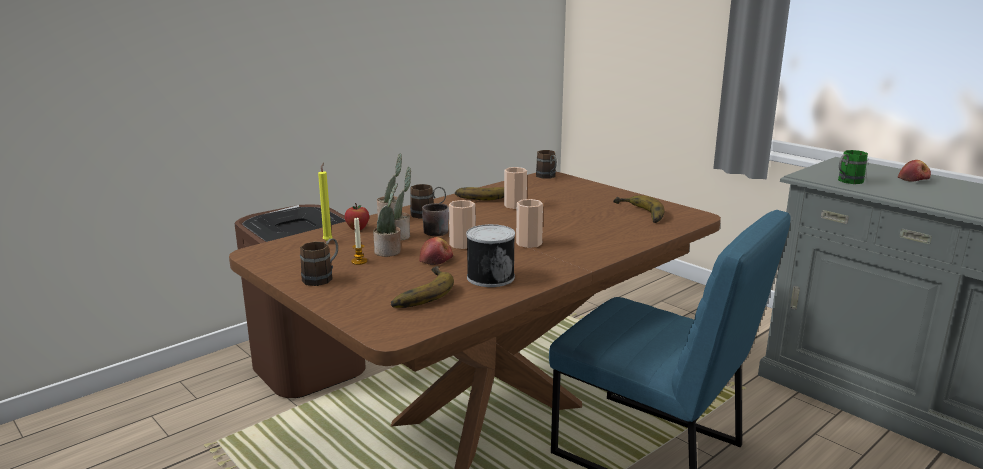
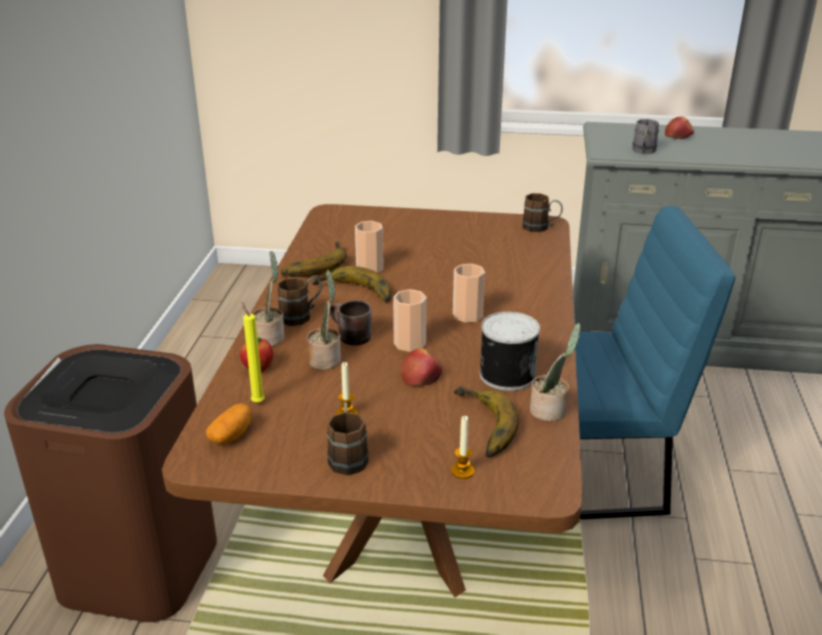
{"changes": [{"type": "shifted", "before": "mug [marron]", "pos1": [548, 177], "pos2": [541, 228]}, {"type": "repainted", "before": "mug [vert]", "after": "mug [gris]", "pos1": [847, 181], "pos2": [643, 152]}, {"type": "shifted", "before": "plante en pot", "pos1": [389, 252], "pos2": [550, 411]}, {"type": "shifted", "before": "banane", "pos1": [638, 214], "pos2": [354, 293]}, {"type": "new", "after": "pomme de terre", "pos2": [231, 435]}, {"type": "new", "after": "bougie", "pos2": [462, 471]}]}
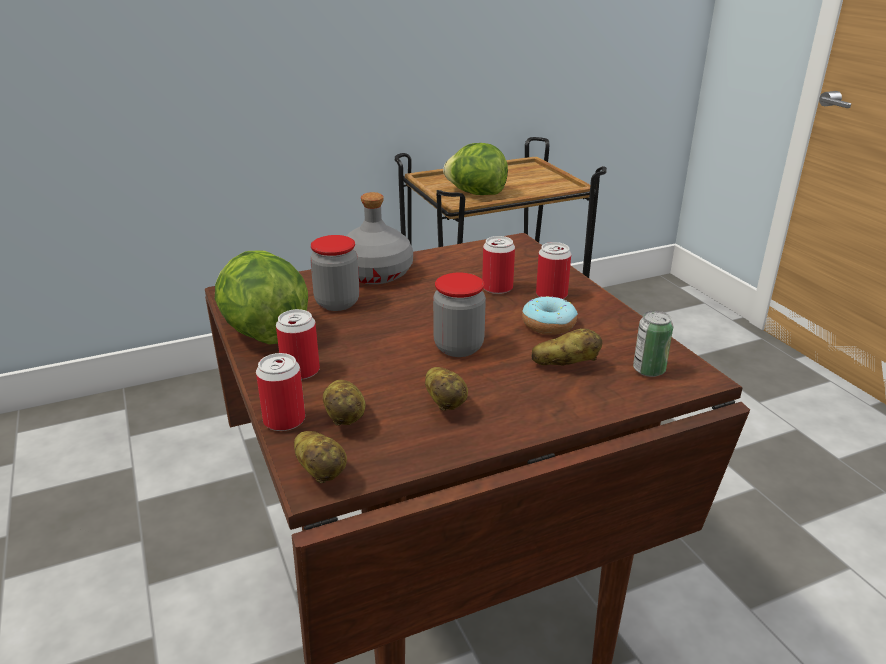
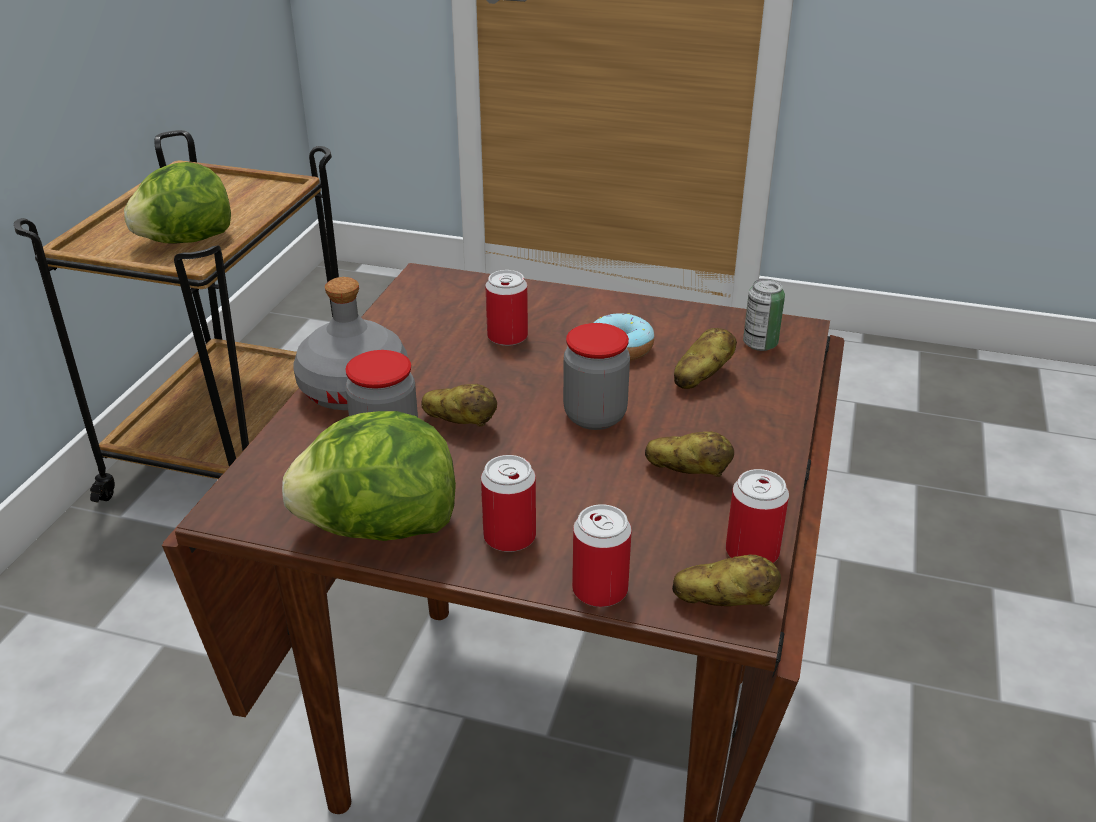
{"changes": [{"type": "shifted", "before": "boîte métallique", "pos1": [551, 295], "pos2": [752, 552]}, {"type": "shifted", "before": "pomme de terre", "pos1": [346, 417], "pos2": [461, 423]}]}
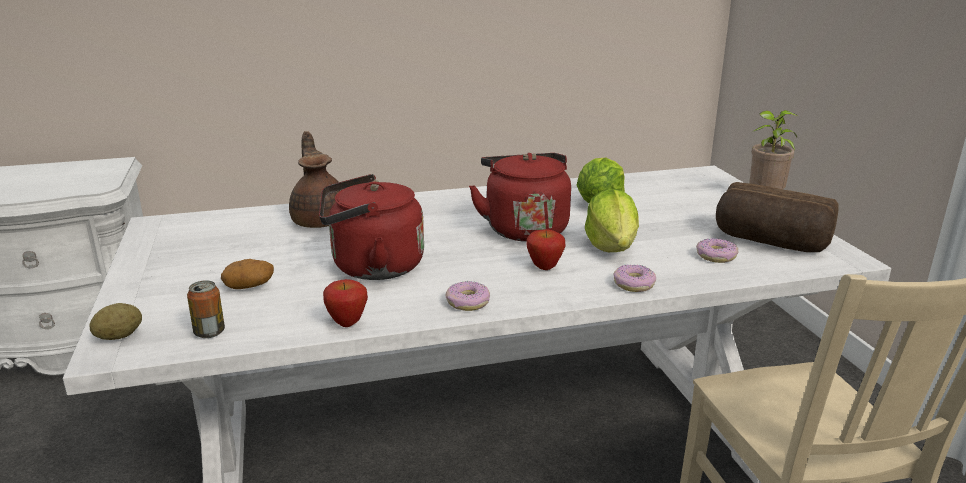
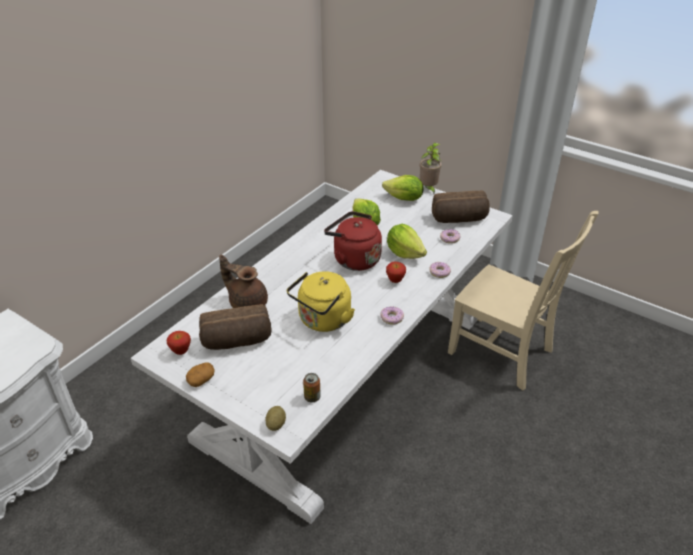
{"changes": [{"type": "repainted", "before": "bouilloire [rouge]", "after": "bouilloire [jaune]", "pos1": [371, 267], "pos2": [322, 321]}, {"type": "shifted", "before": "pomme de terre", "pos1": [250, 286], "pos2": [201, 379]}, {"type": "shifted", "before": "pomme", "pos1": [347, 323], "pos2": [181, 352]}, {"type": "new", "after": "laitue", "pos2": [404, 199]}, {"type": "new", "after": "pain", "pos2": [237, 341]}]}
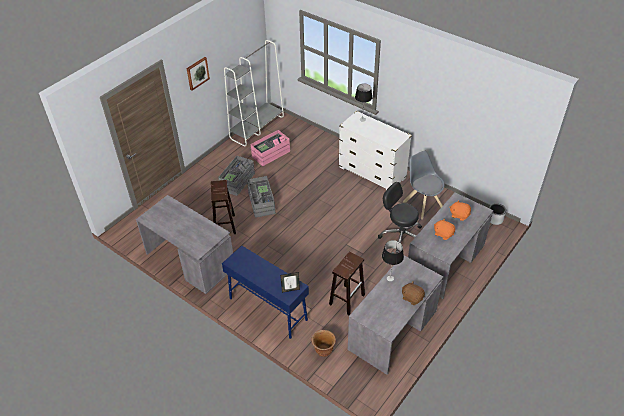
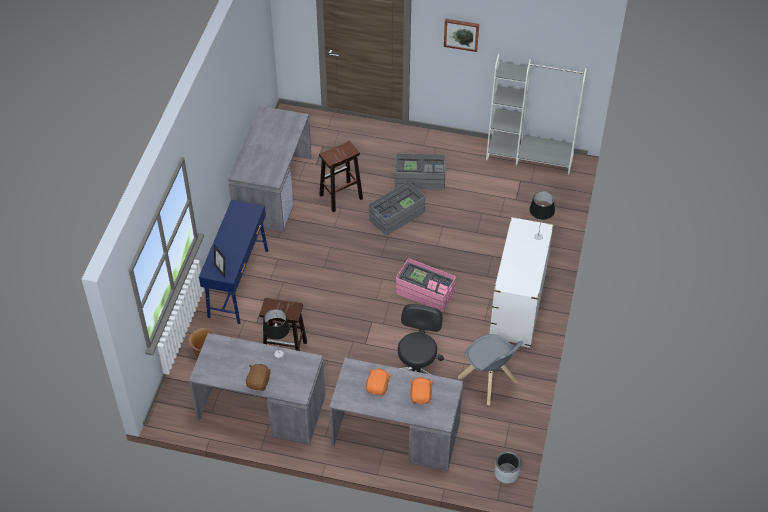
{"changes": [{"type": "shifted", "before": "boîte de rangement [rose]", "pos1": [270, 153], "pos2": [425, 291]}, {"type": "rotated", "before": "chaise [gris]", "pos1": [422, 204], "pos2": [489, 381], "turn": 105}]}
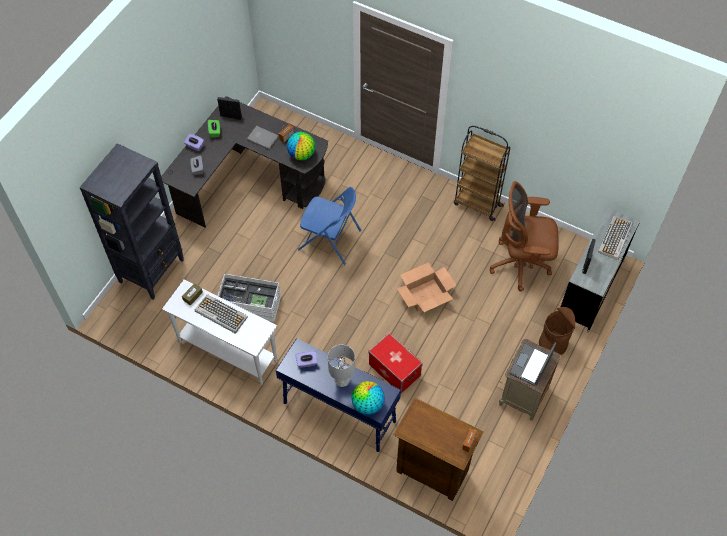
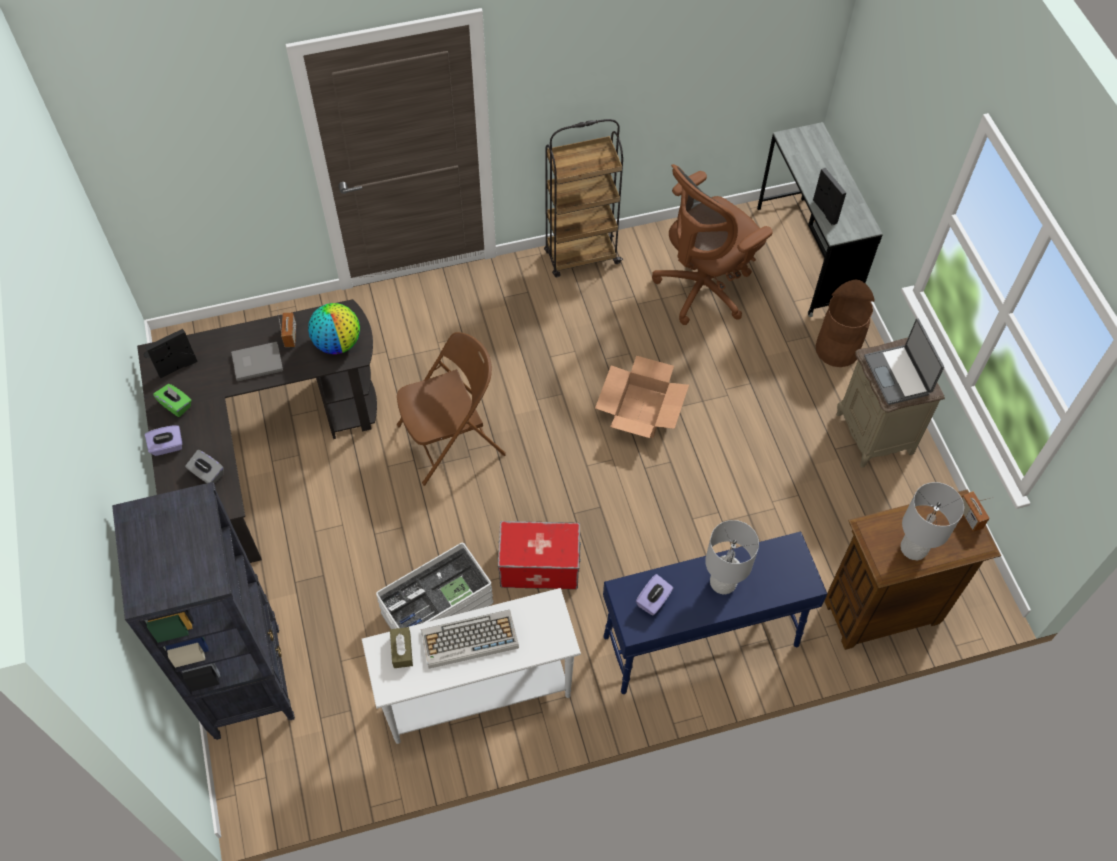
{"changes": [{"type": "repainted", "before": "chaise [bleu]", "after": "chaise [marron]", "pos1": [329, 240], "pos2": [451, 440]}, {"type": "gone", "before": "clavier", "pos1": [615, 238]}, {"type": "shifted", "before": "boîte de rangement", "pos1": [394, 370], "pos2": [539, 567]}, {"type": "gone", "before": "globe", "pos1": [367, 404]}, {"type": "new", "after": "lampe de table [gris]", "pos2": [913, 549]}]}
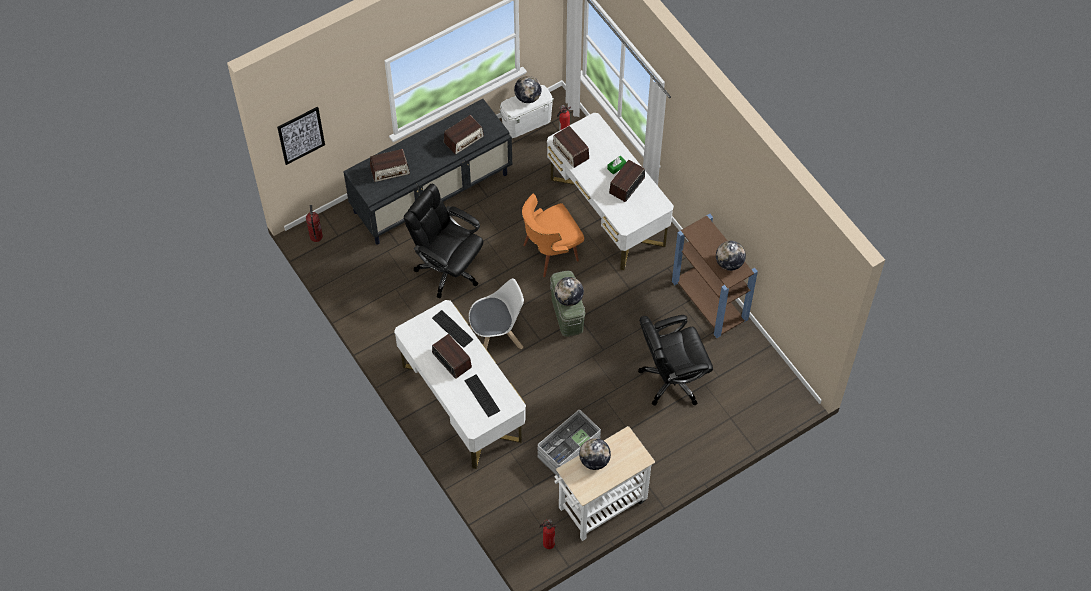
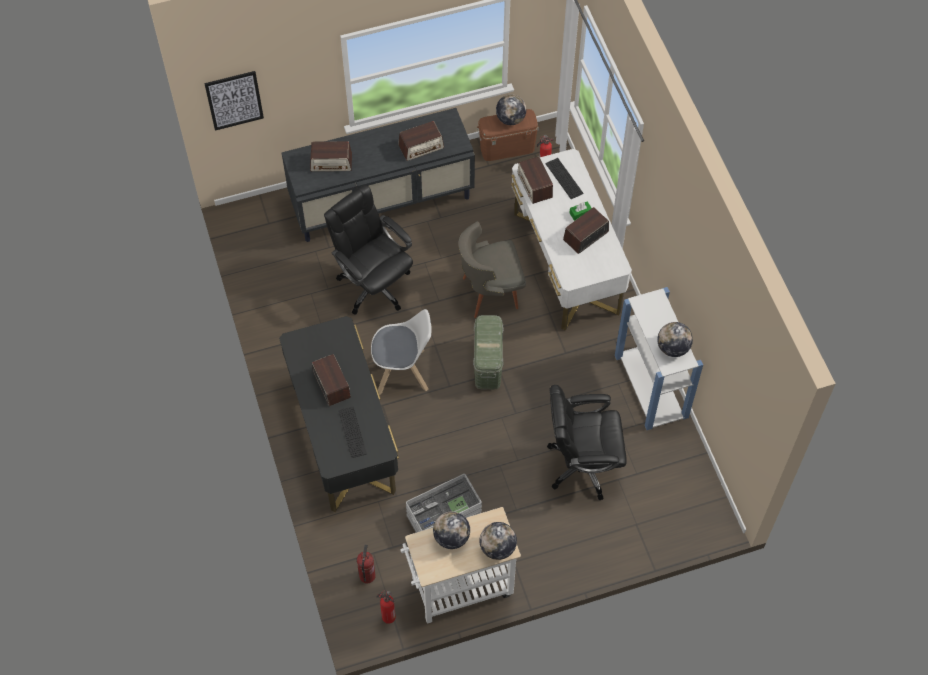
{"changes": [{"type": "repainted", "before": "boîte de rangement [blanc]", "after": "boîte de rangement [marron]", "pos1": [526, 122], "pos2": [507, 148]}, {"type": "repainted", "before": "chaise [orange]", "after": "chaise [gris]", "pos1": [551, 253], "pos2": [490, 293]}, {"type": "shifted", "before": "extincteur", "pos1": [315, 236], "pos2": [367, 575]}, {"type": "repainted", "before": "bibliothèque [marron]", "after": "bibliothèque [blanc]", "pos1": [709, 301], "pos2": [651, 387]}, {"type": "shifted", "before": "globe", "pos1": [568, 298], "pos2": [497, 548]}, {"type": "repainted", "before": "bureau [blanc]", "after": "bureau [noir]", "pos1": [462, 402], "pos2": [343, 434]}, {"type": "shifted", "before": "clavier", "pos1": [452, 328], "pos2": [564, 178]}]}
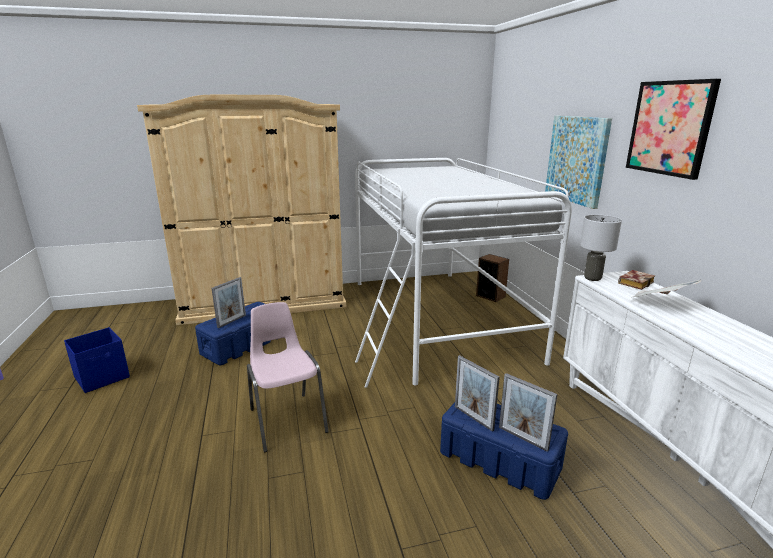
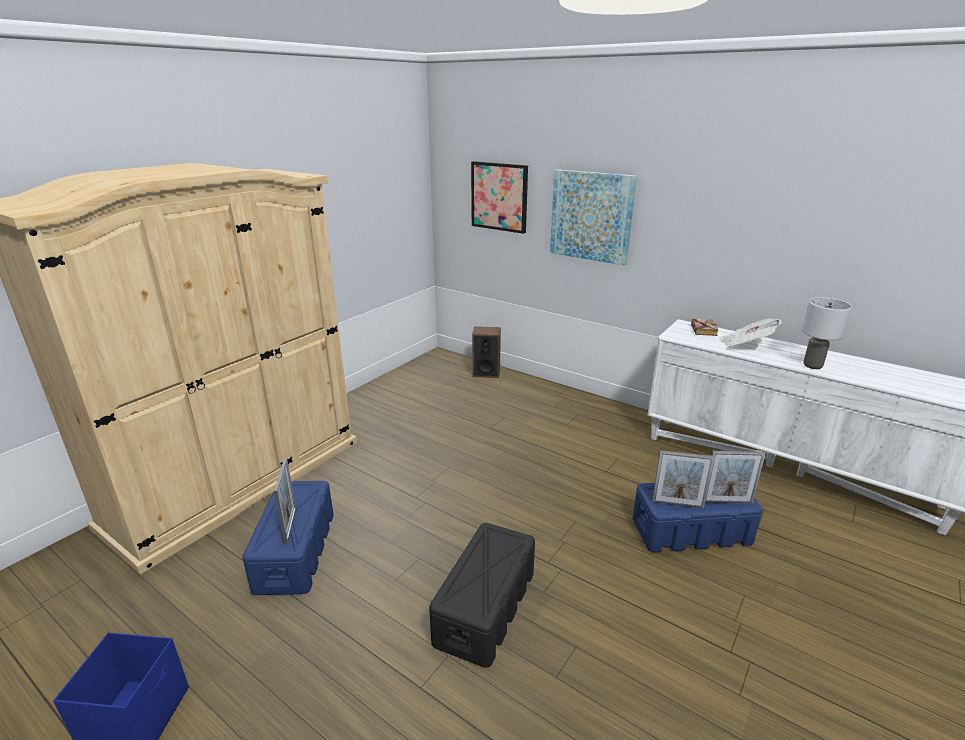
{"changes": [{"type": "shifted", "before": "tableau", "pos1": [670, 128], "pos2": [499, 196]}, {"type": "gone", "before": "lit [blanc]", "pos1": [435, 319]}, {"type": "shifted", "before": "lampe de table [blanc]", "pos1": [593, 279], "pos2": [813, 366]}, {"type": "swapped", "before": "chaise [rose]", "after": "boîte de rangement [noir]", "pos1": [287, 420], "pos2": [486, 607]}]}
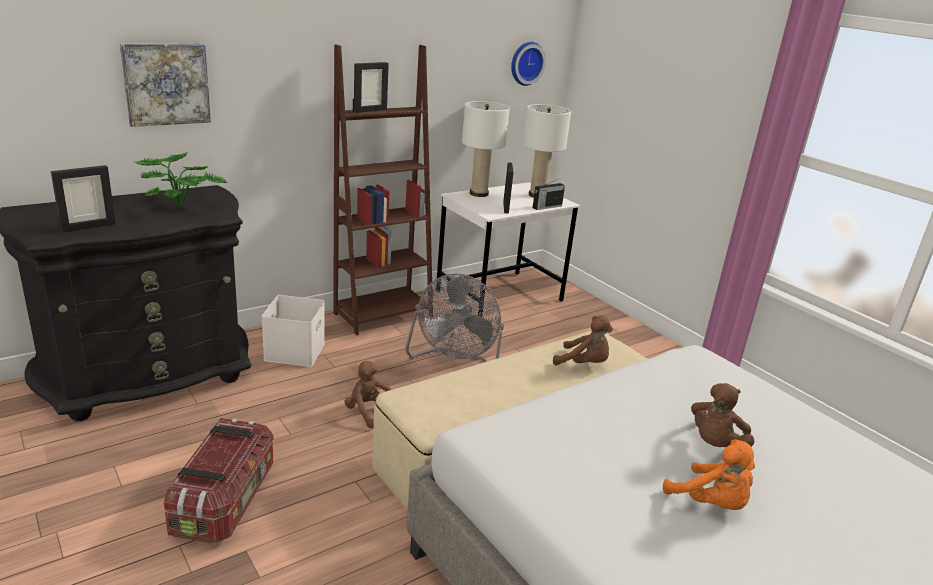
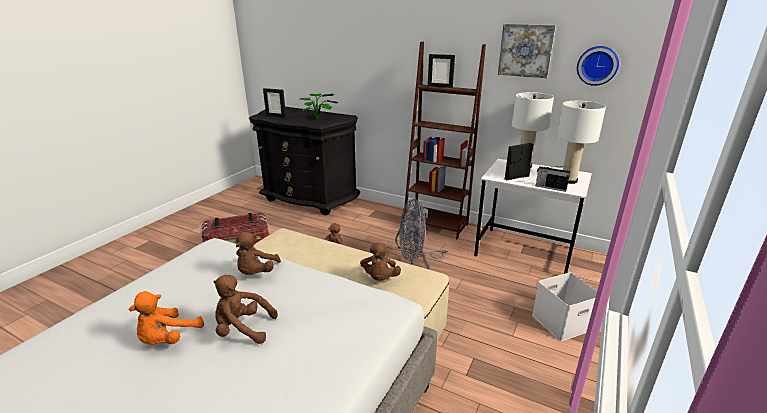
{"changes": [{"type": "shifted", "before": "tableau", "pos1": [166, 84], "pos2": [525, 50]}, {"type": "shifted", "before": "boîte de rangement [blanc]", "pos1": [294, 350], "pos2": [561, 321]}, {"type": "new", "after": "peluche [marron]", "pos2": [256, 273]}]}
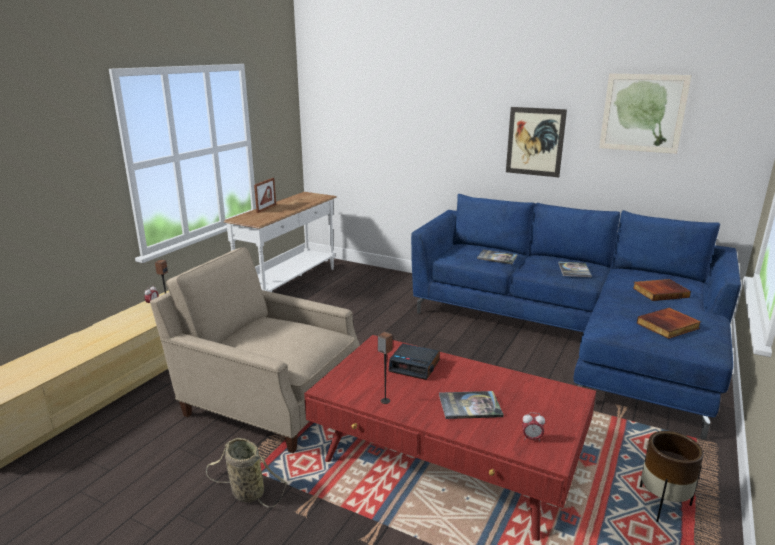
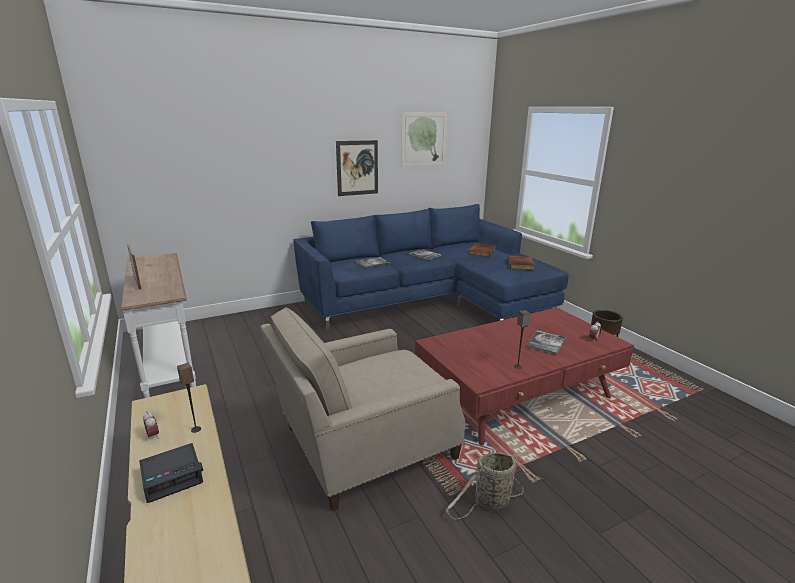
{"changes": [{"type": "shifted", "before": "réveil", "pos1": [415, 366], "pos2": [173, 476]}]}
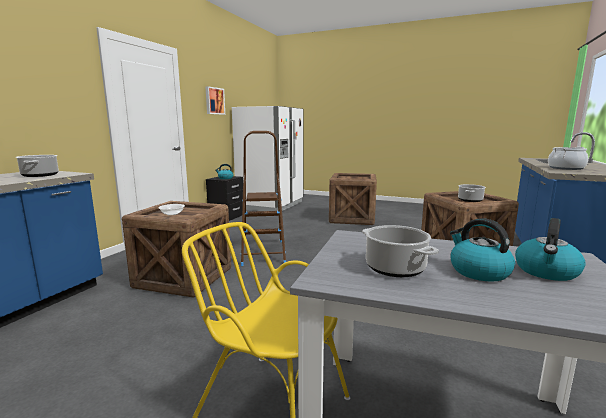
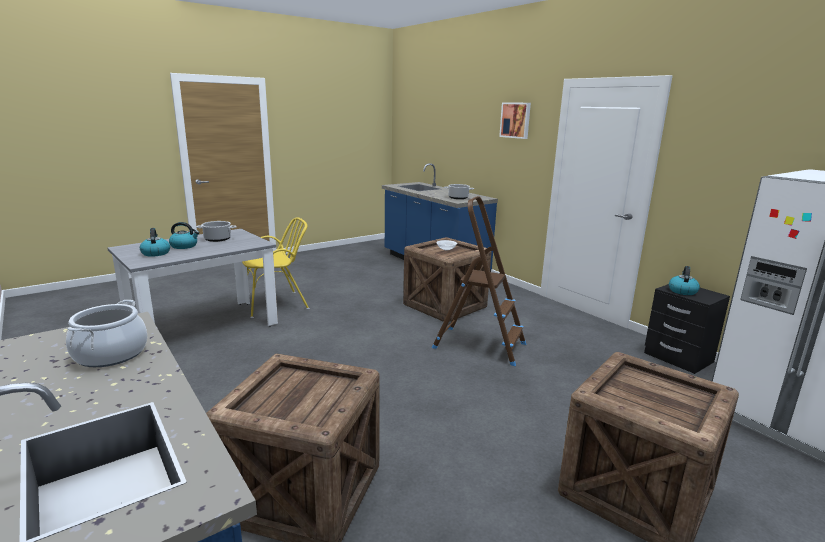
{"changes": [{"type": "shifted", "before": "tableau", "pos1": [214, 101], "pos2": [516, 120]}, {"type": "gone", "before": "marmite", "pos1": [470, 200]}]}
